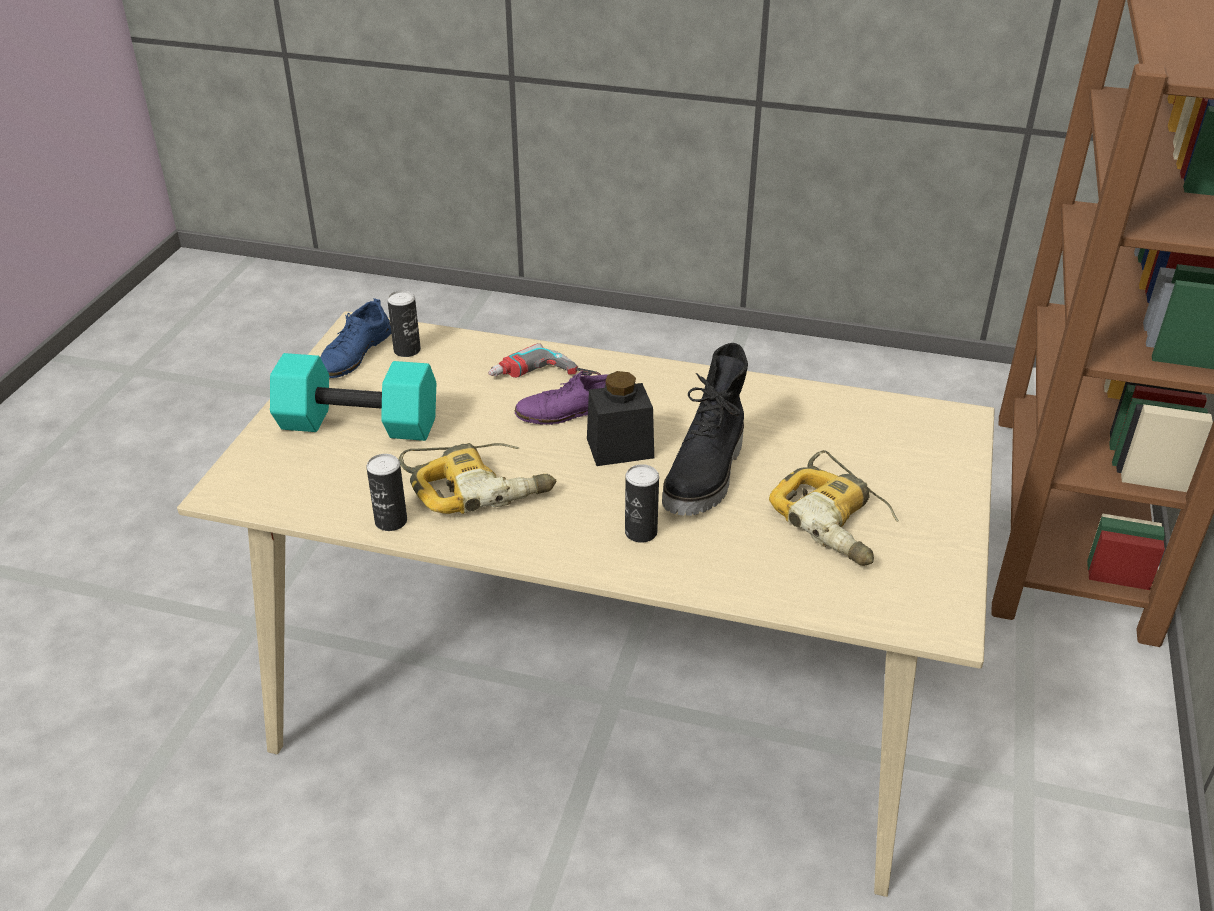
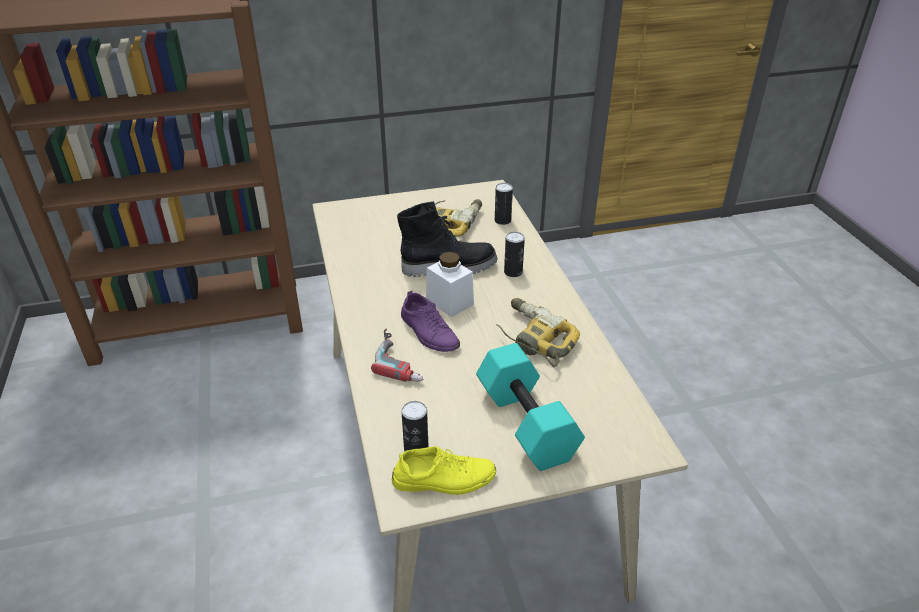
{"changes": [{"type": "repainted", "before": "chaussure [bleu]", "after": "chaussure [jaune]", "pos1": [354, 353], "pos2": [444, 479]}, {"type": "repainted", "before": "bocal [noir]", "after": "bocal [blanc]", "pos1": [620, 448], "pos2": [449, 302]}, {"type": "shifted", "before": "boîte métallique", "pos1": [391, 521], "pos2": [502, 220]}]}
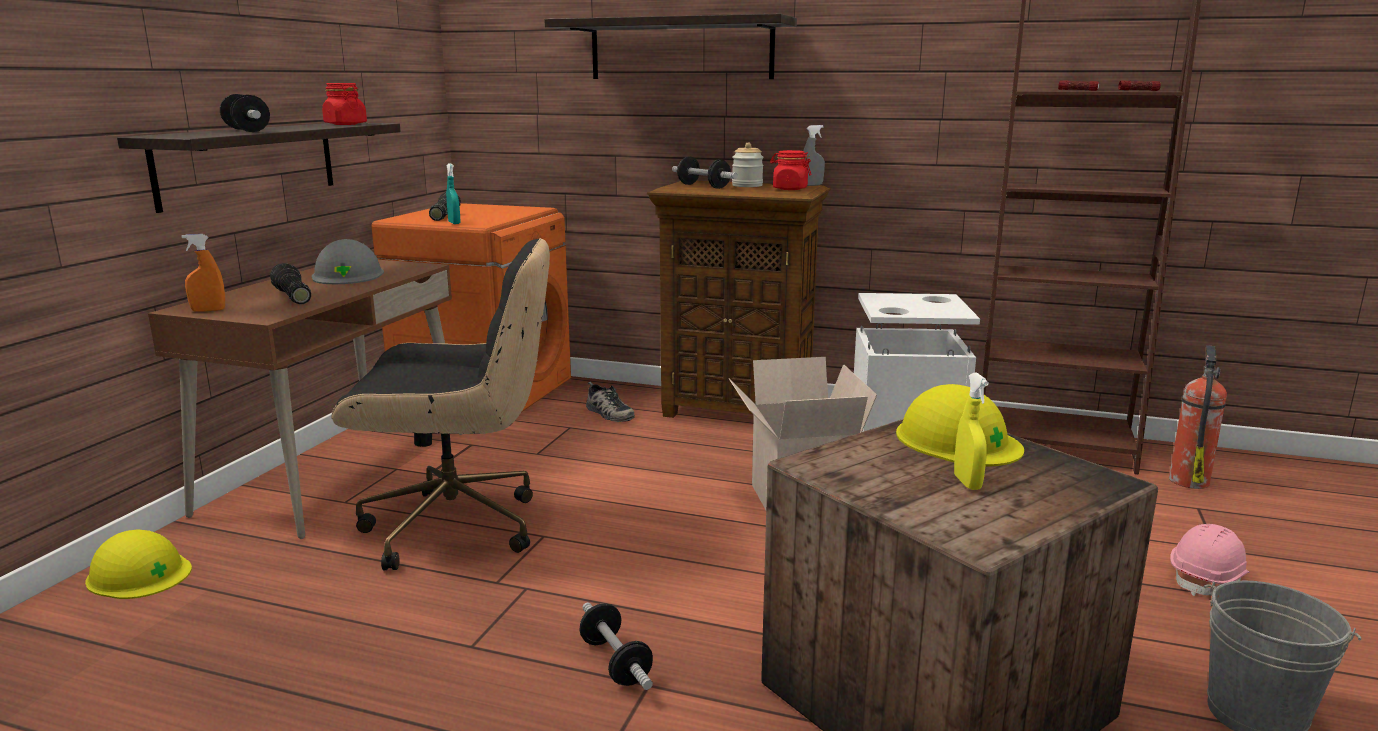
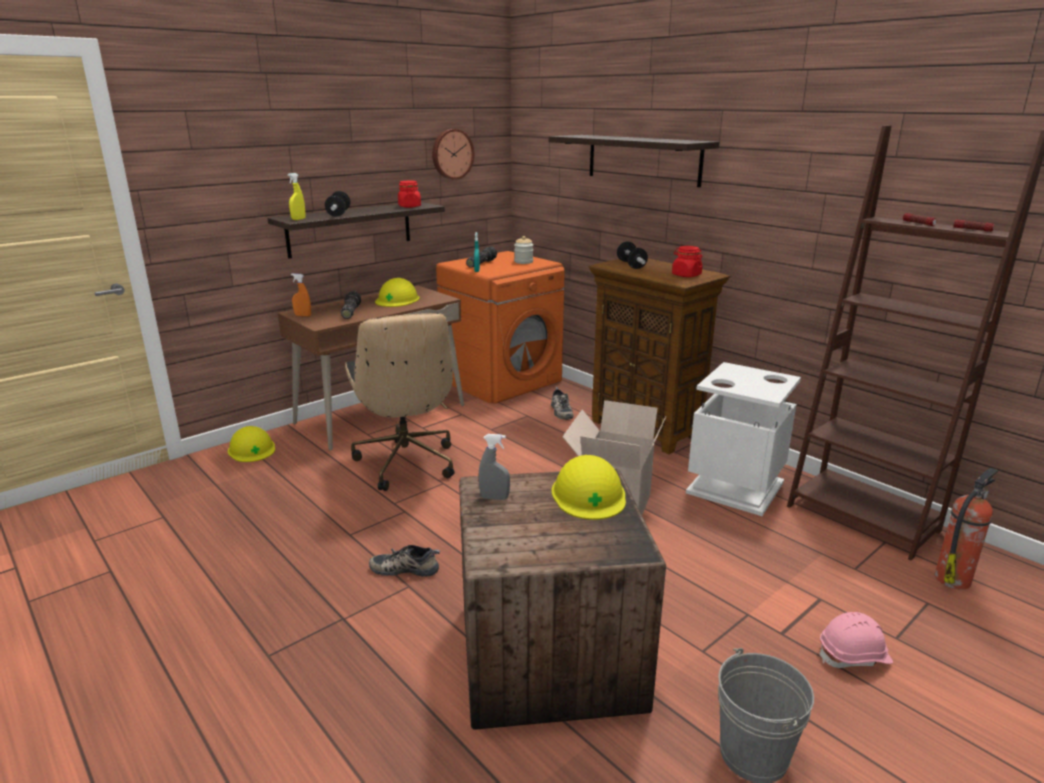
{"changes": [{"type": "shifted", "before": "vaporisateur [gris]", "pos1": [811, 185], "pos2": [494, 498]}, {"type": "shifted", "before": "bocal", "pos1": [747, 185], "pos2": [523, 262]}, {"type": "rotated", "before": "chaise de bureau [noir]", "pos1": [460, 528], "pos2": [406, 466], "turn": 45}, {"type": "repainted", "before": "casque de chantier [gris]", "after": "casque de chantier [jaune]", "pos1": [348, 275], "pos2": [397, 299]}, {"type": "shifted", "before": "vaporisateur [jaune]", "pos1": [967, 483], "pos2": [298, 219]}, {"type": "swapped", "before": "haltère", "after": "chaussure", "pos1": [615, 662], "pos2": [405, 568]}, {"type": "new", "after": "horloge murale", "pos2": [451, 154]}]}
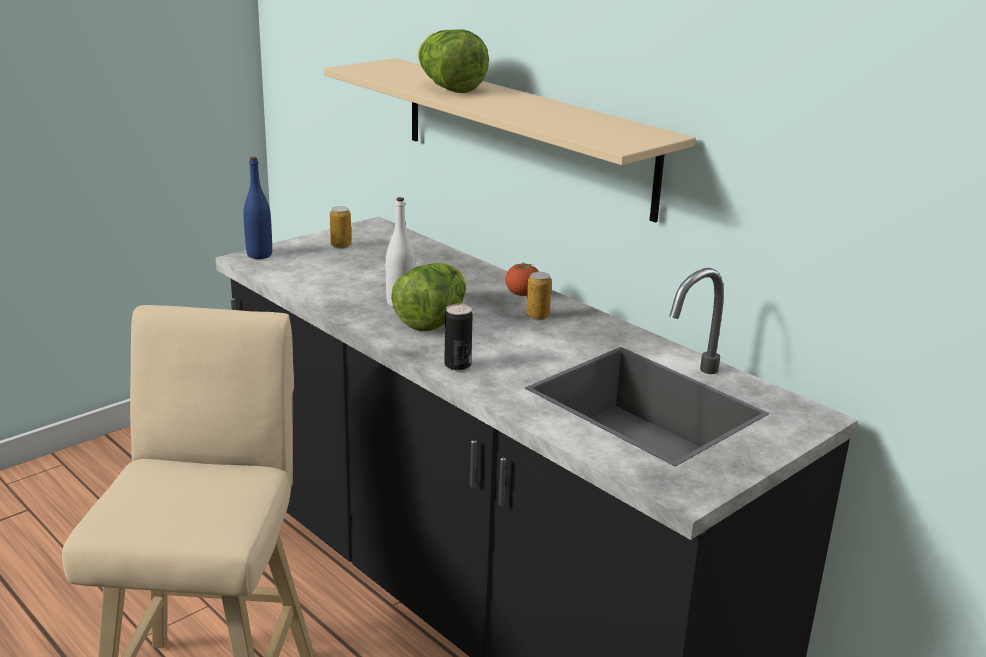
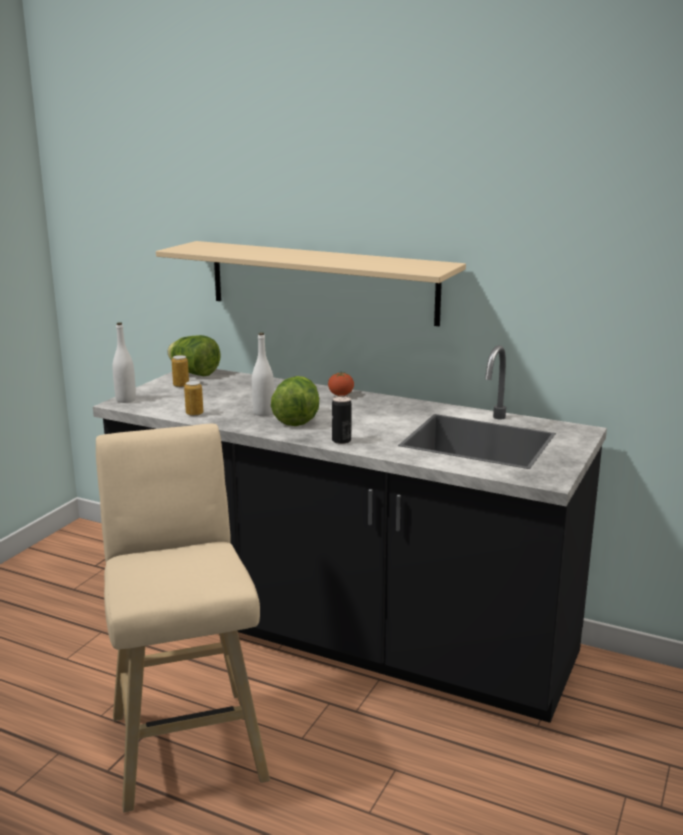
{"changes": [{"type": "shifted", "before": "laitue", "pos1": [449, 88], "pos2": [194, 373]}, {"type": "repainted", "before": "bouteille [bleu]", "after": "bouteille [blanc]", "pos1": [259, 255], "pos2": [126, 400]}, {"type": "shifted", "before": "boîte métallique", "pos1": [537, 316], "pos2": [194, 414]}]}
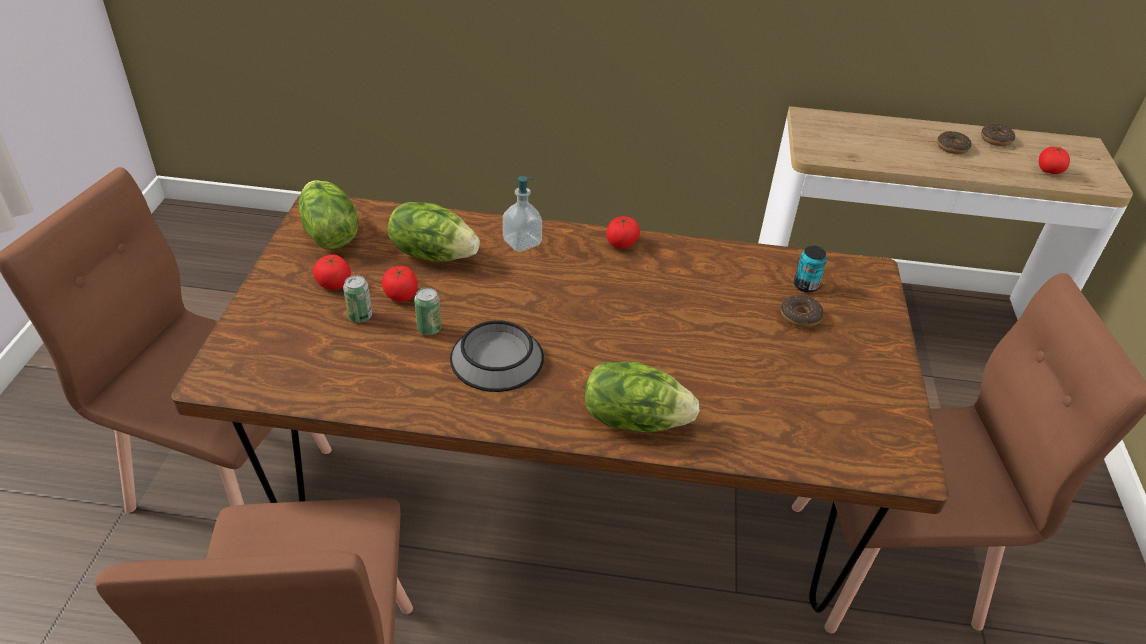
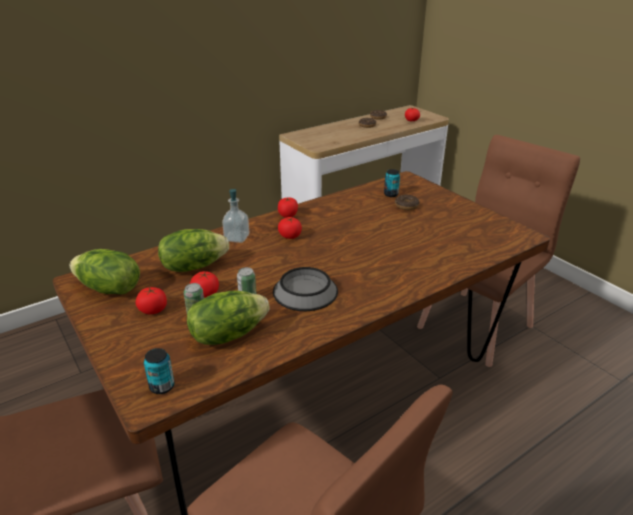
{"changes": [{"type": "shifted", "before": "laitue", "pos1": [634, 418], "pos2": [228, 334]}, {"type": "new", "after": "tomate", "pos2": [290, 236]}, {"type": "new", "after": "boîte métallique", "pos2": [162, 386]}]}
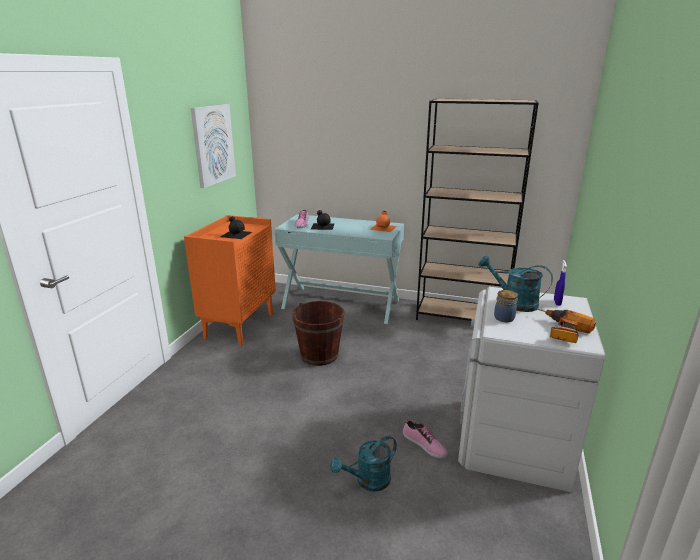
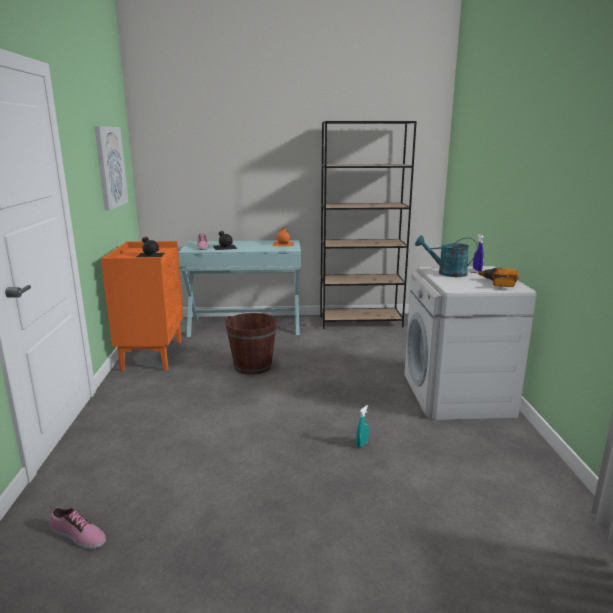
{"changes": [{"type": "gone", "before": "bocal", "pos1": [505, 318]}, {"type": "shifted", "before": "chaussure", "pos1": [424, 445], "pos2": [77, 535]}, {"type": "swapped", "before": "arrosoir [turquoise]", "after": "vaporisateur [turquoise]", "pos1": [368, 481], "pos2": [362, 444]}]}
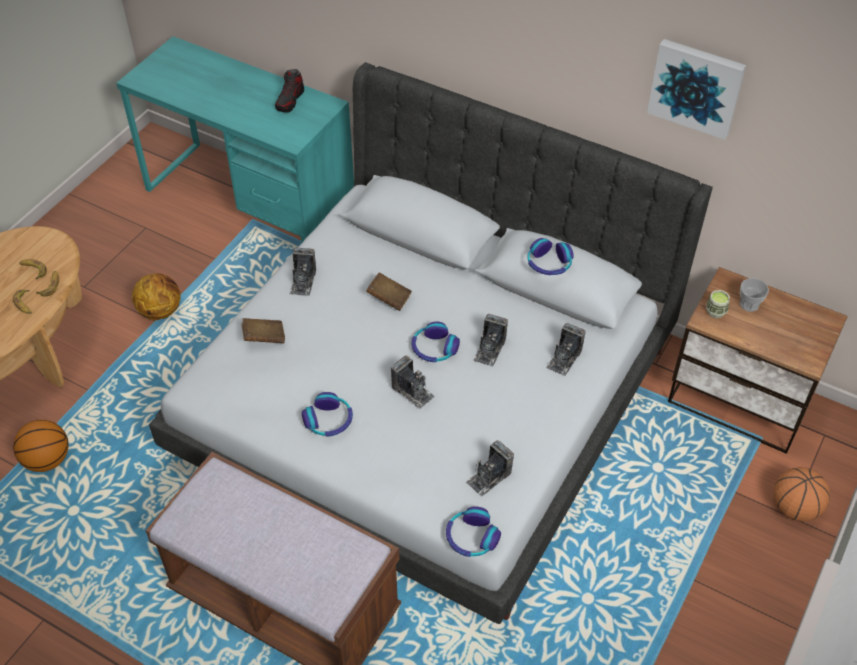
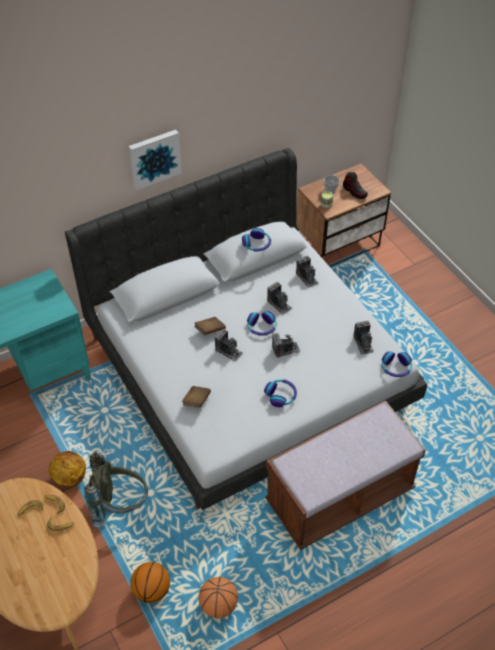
{"changes": [{"type": "shifted", "before": "tableau", "pos1": [696, 87], "pos2": [154, 158]}, {"type": "shifted", "before": "chaussure", "pos1": [290, 100], "pos2": [354, 191]}, {"type": "shifted", "before": "appareil photo", "pos1": [303, 281], "pos2": [229, 351]}, {"type": "shifted", "before": "ballon de basket", "pos1": [794, 508], "pos2": [218, 605]}, {"type": "new", "after": "sac à dos [gris]", "pos2": [120, 506]}]}
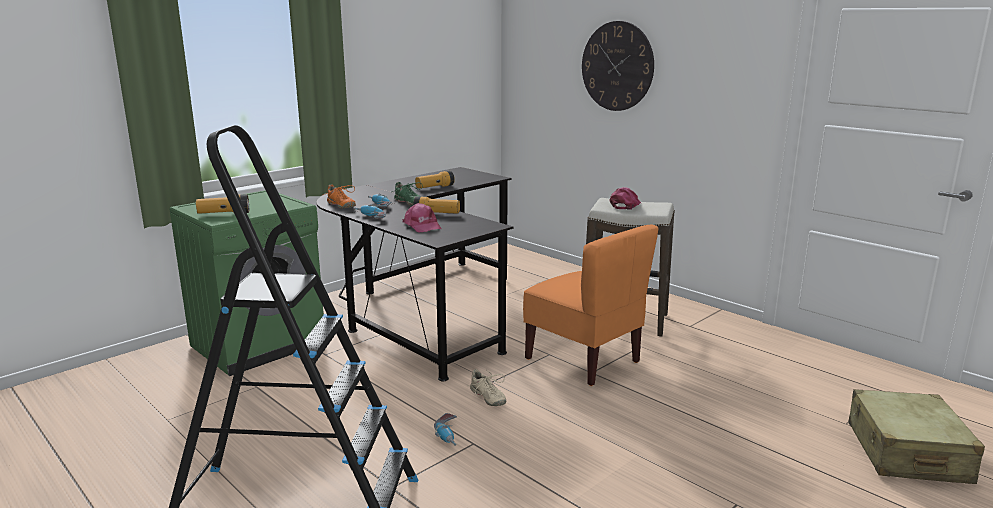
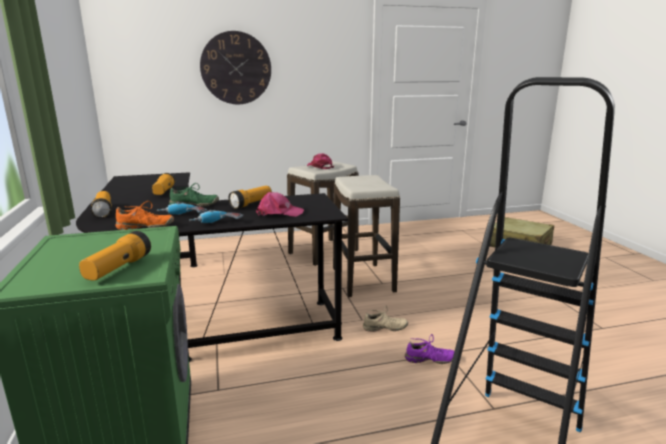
{"changes": [{"type": "swapped", "before": "chaise [orange]", "after": "tabouret", "pos1": [584, 360], "pos2": [363, 280]}, {"type": "swapped", "before": "perceuse", "after": "chaussure [violet]", "pos1": [449, 435], "pos2": [429, 360]}, {"type": "new", "after": "lampe de poche", "pos2": [103, 211]}]}
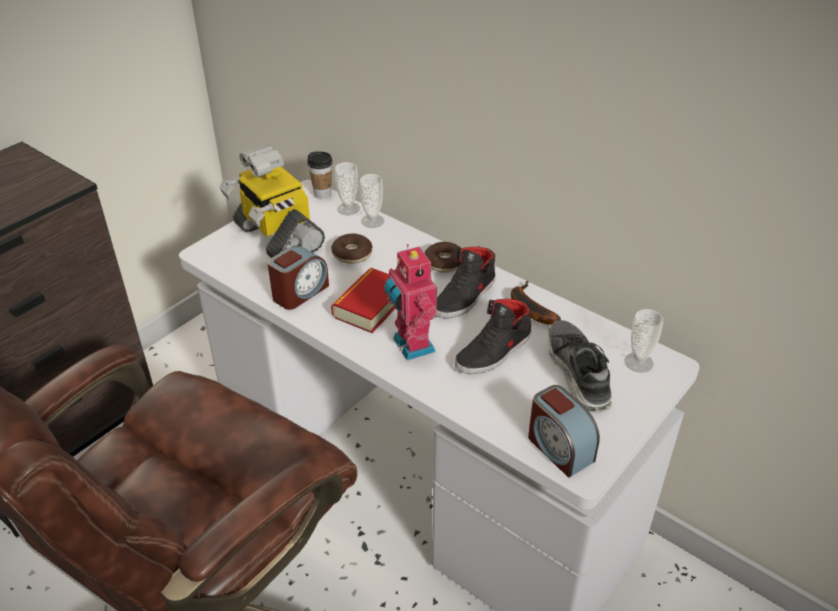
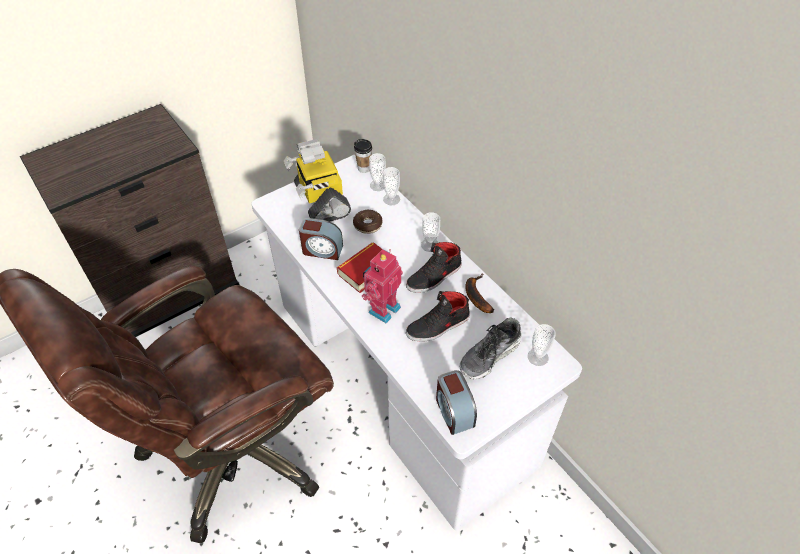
{"changes": [{"type": "swapped", "before": "beignet", "after": "tasse", "pos1": [444, 263], "pos2": [430, 245]}, {"type": "rotated", "before": "robot jouet", "pos1": [411, 346], "pos2": [382, 309], "turn": 45}, {"type": "rotated", "before": "réveil", "pos1": [300, 292], "pos2": [322, 250], "turn": 45}, {"type": "rotated", "before": "chaussure", "pos1": [577, 373], "pos2": [490, 356], "turn": -135}]}
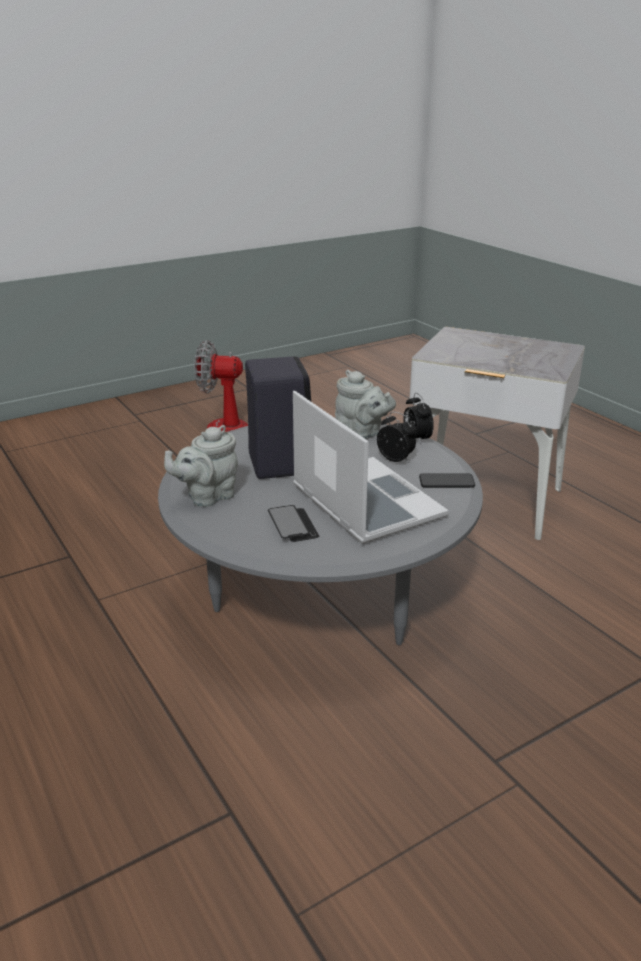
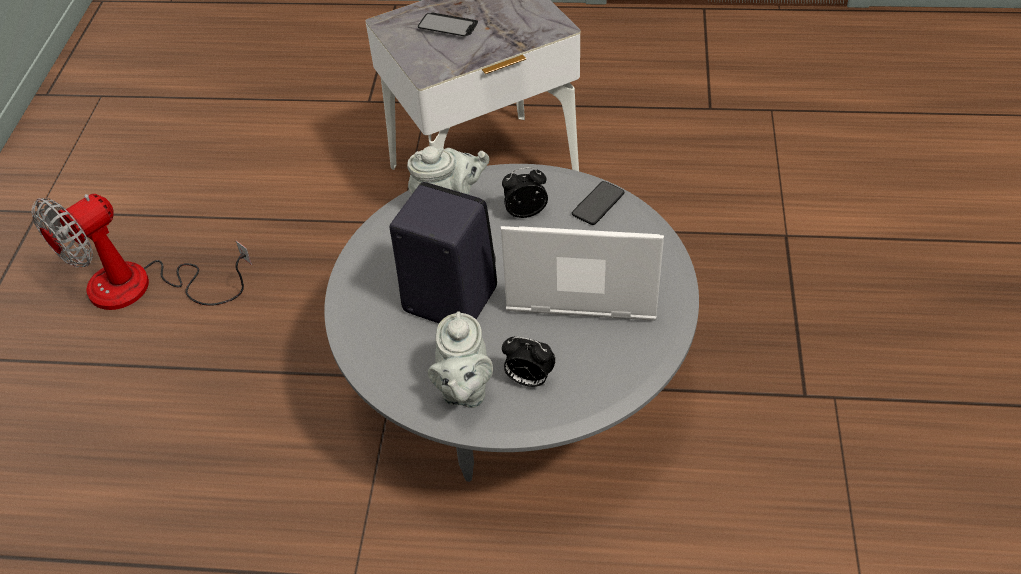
{"changes": [{"type": "shifted", "before": "réveil", "pos1": [416, 439], "pos2": [528, 379]}, {"type": "shifted", "before": "téléphone", "pos1": [293, 525], "pos2": [448, 26]}]}
